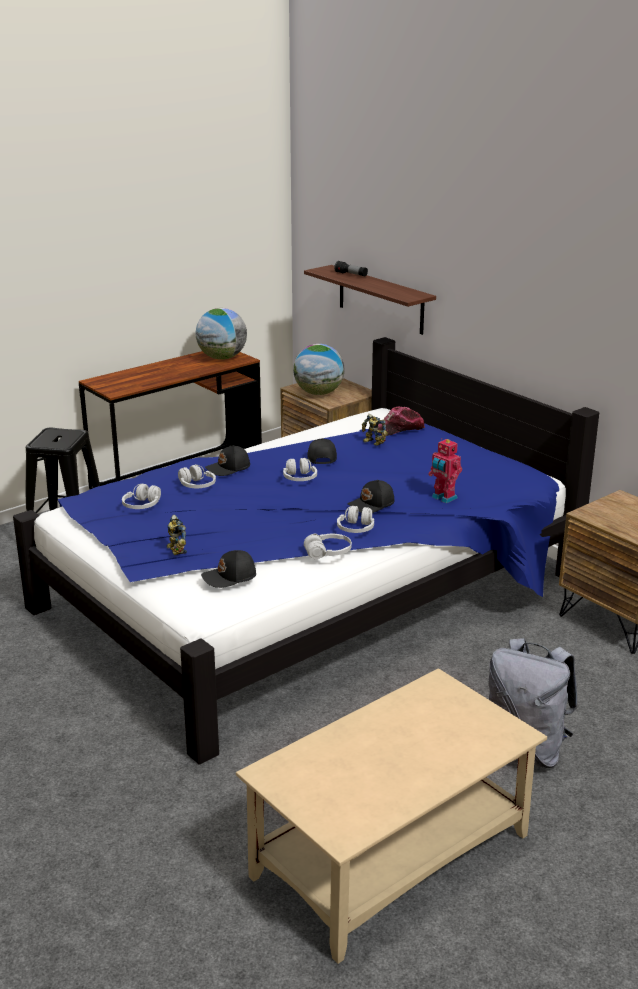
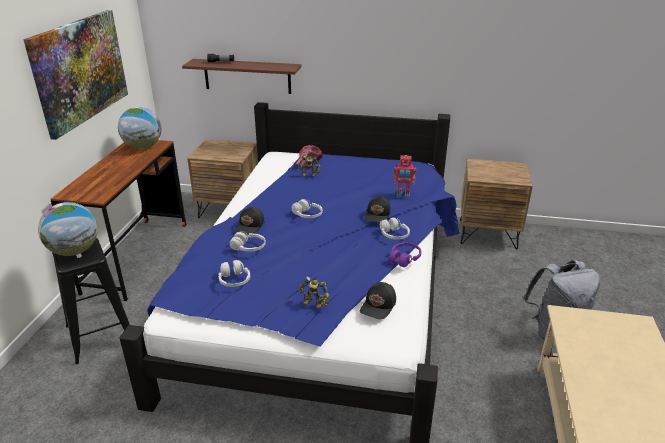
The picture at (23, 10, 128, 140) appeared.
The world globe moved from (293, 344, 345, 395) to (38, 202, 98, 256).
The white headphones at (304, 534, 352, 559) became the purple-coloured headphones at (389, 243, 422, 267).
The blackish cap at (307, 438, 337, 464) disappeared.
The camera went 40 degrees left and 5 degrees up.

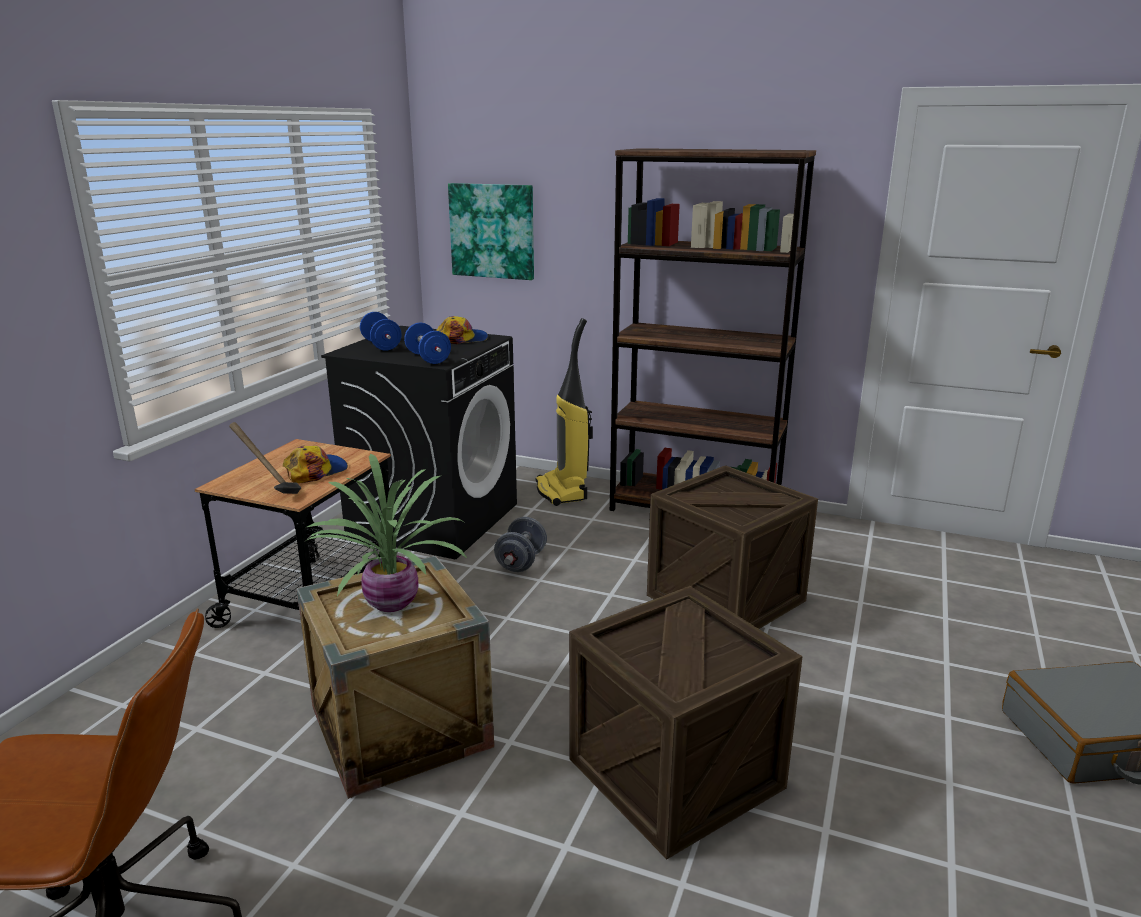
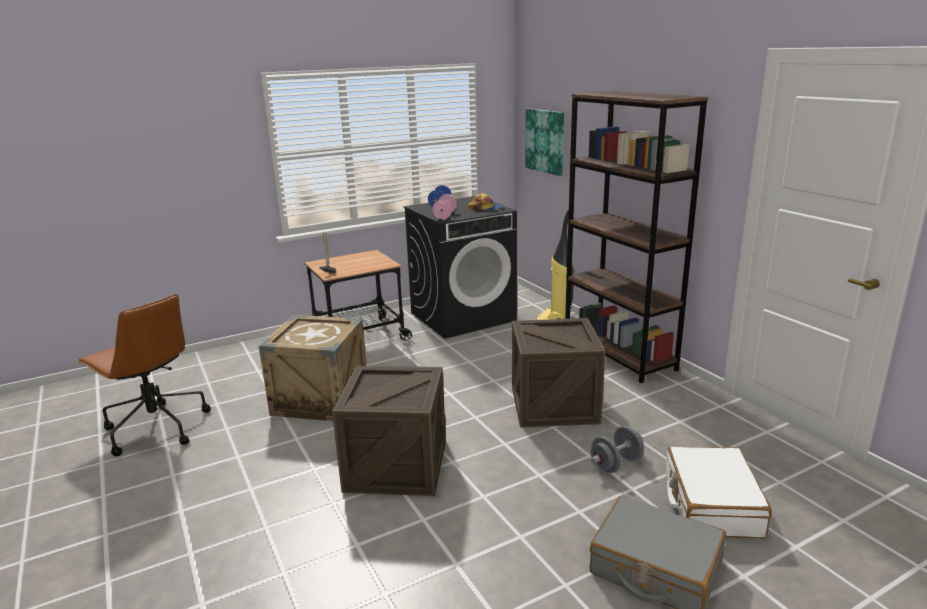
The blue-coloured free weight at (404, 323, 451, 364) became the pink free weight at (433, 194, 457, 219).
The gray free weight moved from (494, 517, 547, 572) to (591, 426, 644, 473).
The white piece of luggage at (666, 446, 772, 538) appeared.
The cap at (283, 446, 348, 483) disappeared.
The houseplant at (306, 453, 468, 612) disappeared.
The camera went 40 degrees right and 0 degrees up.

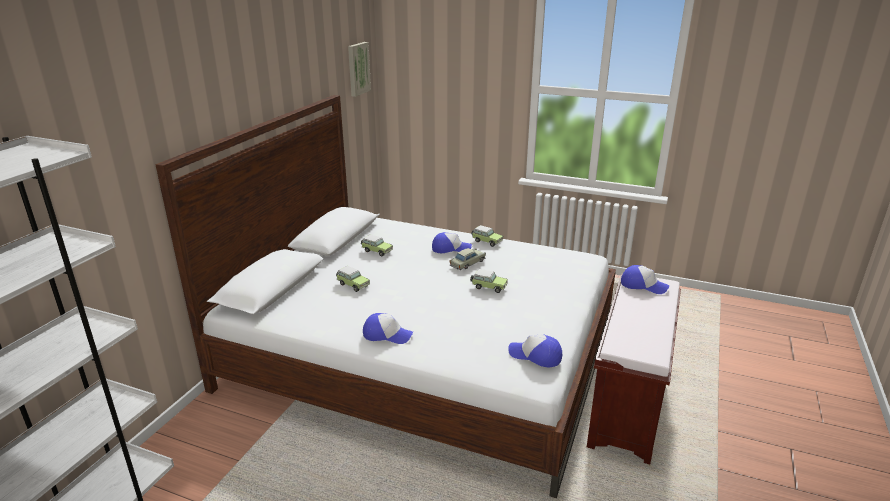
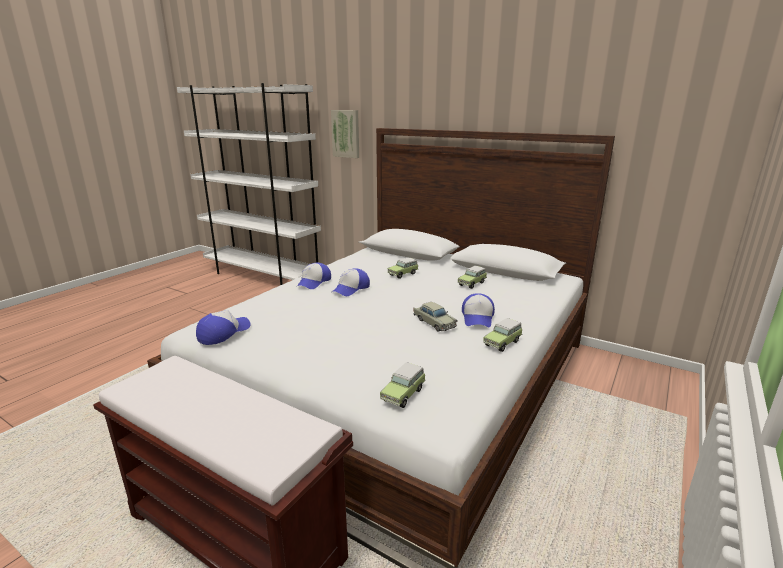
The picture moved from (348, 42, 371, 97) to (331, 110, 359, 158).
The cap moved from (621, 265, 669, 294) to (333, 268, 370, 296).
The toy car moved from (470, 269, 508, 293) to (380, 362, 426, 408).
The camera went 100 degrees right and 5 degrees down.

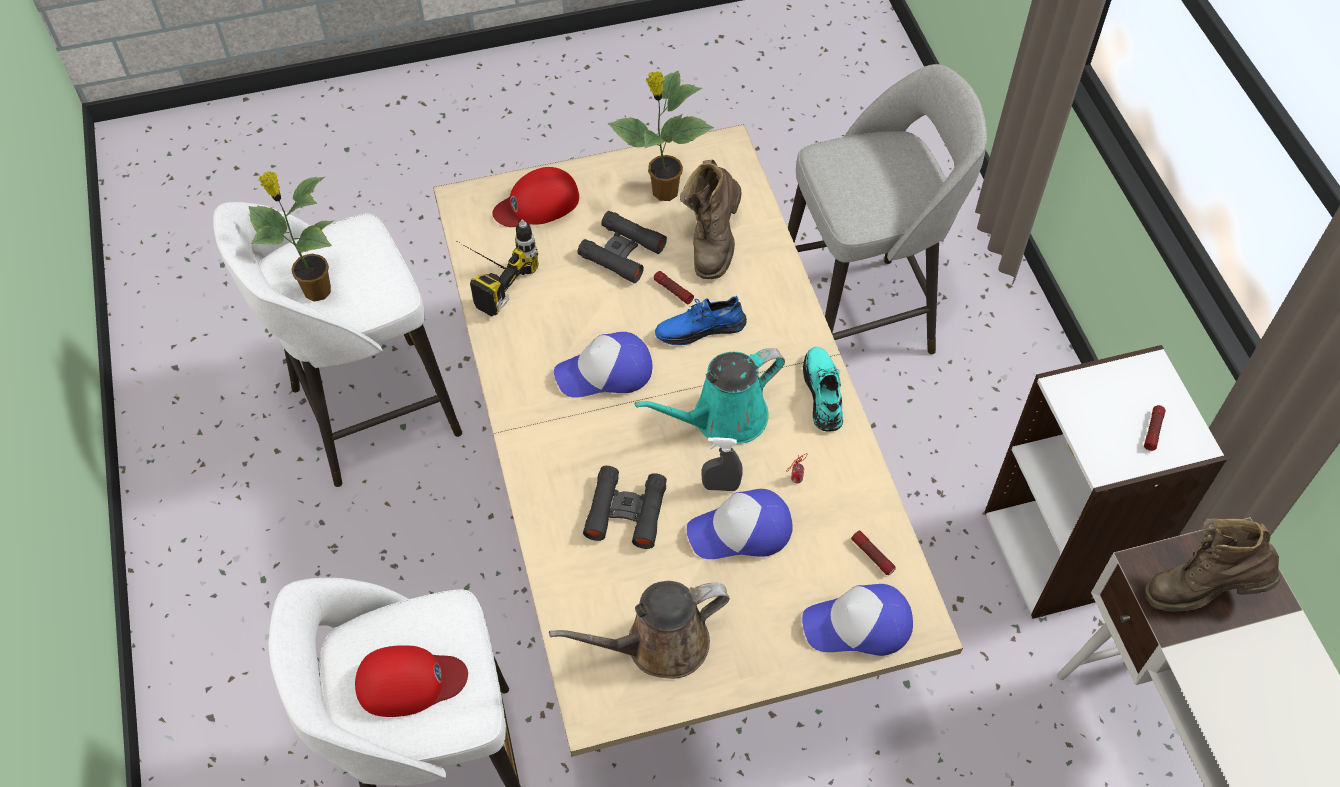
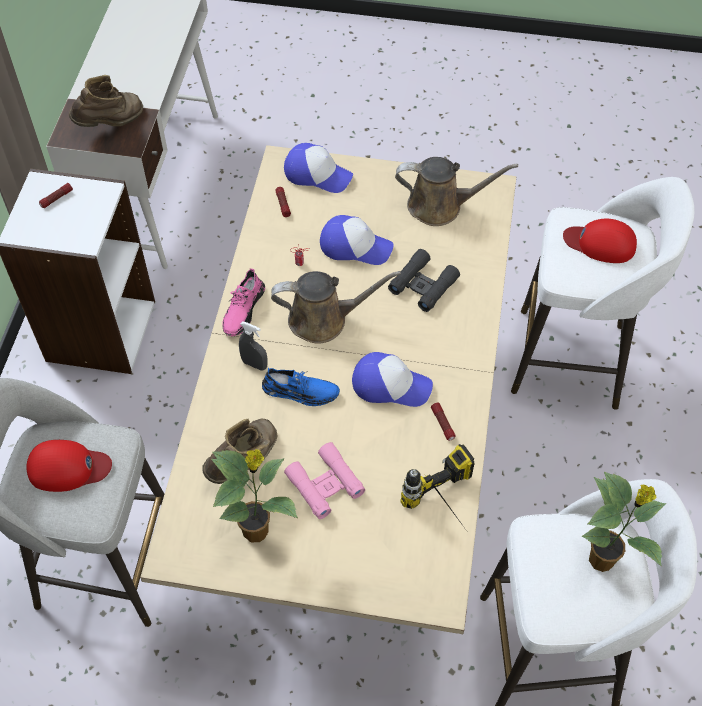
The red cap moved from (492, 167, 579, 227) to (26, 440, 112, 492).
The brown-coloured high-top boot at (1145, 518, 1280, 612) turned 60 degrees counterclockwise.
The turquoise shoe at (803, 347, 843, 432) became the pink shoe at (222, 268, 265, 337).
The gray hand sprayer moved from (701, 437, 742, 491) to (239, 321, 267, 371).
The turquoise watering can at (635, 348, 785, 444) became the brown-coloured watering can at (271, 271, 401, 344).
The blackish binoculars at (577, 211, 667, 283) became the pink binoculars at (284, 442, 365, 519).
The torch moved from (654, 271, 694, 304) to (431, 403, 456, 441).
The camera went 155 degrees left and 0 degrees up.

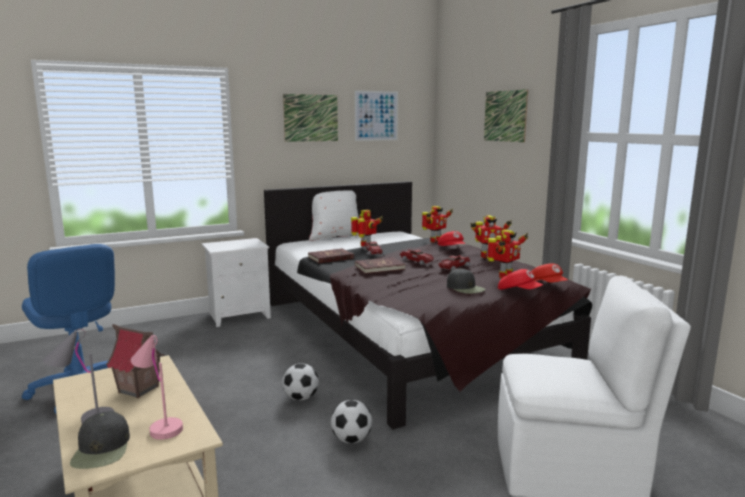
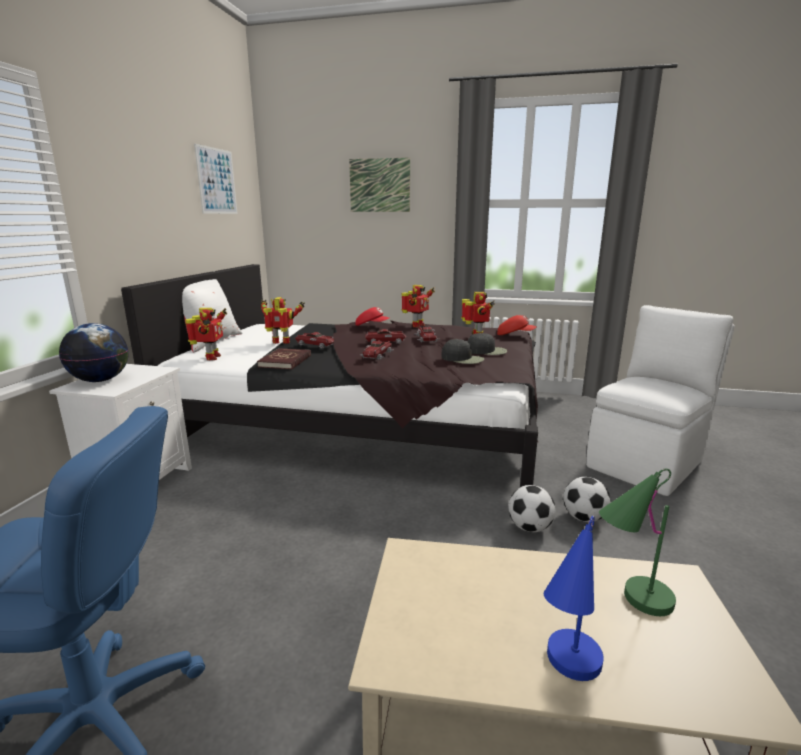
The world globe at (59, 323, 129, 382) appeared.
The toy robot moved from (422, 206, 453, 243) to (185, 307, 227, 360).
The red book at (355, 257, 406, 274) was replaced by the toy car at (361, 340, 393, 360).
The blackish cap moved from (70, 411, 130, 469) to (442, 339, 484, 364).
The gray tabletop lamp at (43, 328, 114, 424) became the blue-coloured tabletop lamp at (543, 516, 604, 681).
The ball for football moved from (282, 363, 319, 401) to (563, 477, 610, 522).
The pink tabletop lamp at (131, 335, 183, 440) became the green tabletop lamp at (599, 469, 676, 616).
The miniature house at (105, 324, 164, 398) disappeared.
The picture at (283, 94, 338, 142) disappeared.
The red cap at (498, 269, 543, 290) disappeared.
The camera went 50 degrees left and 5 degrees up.

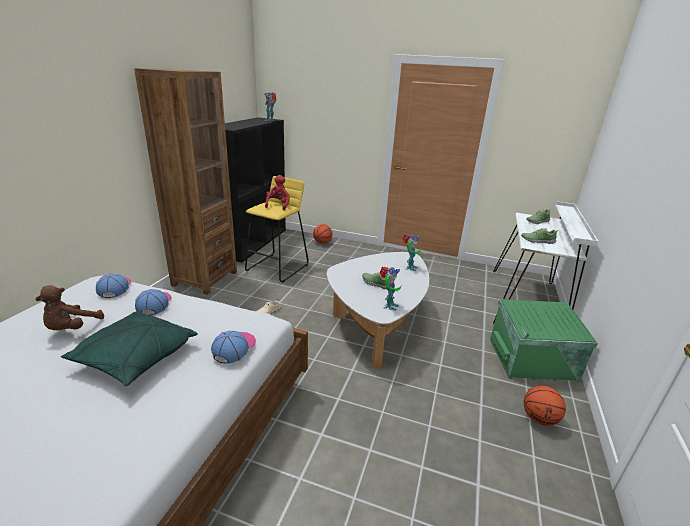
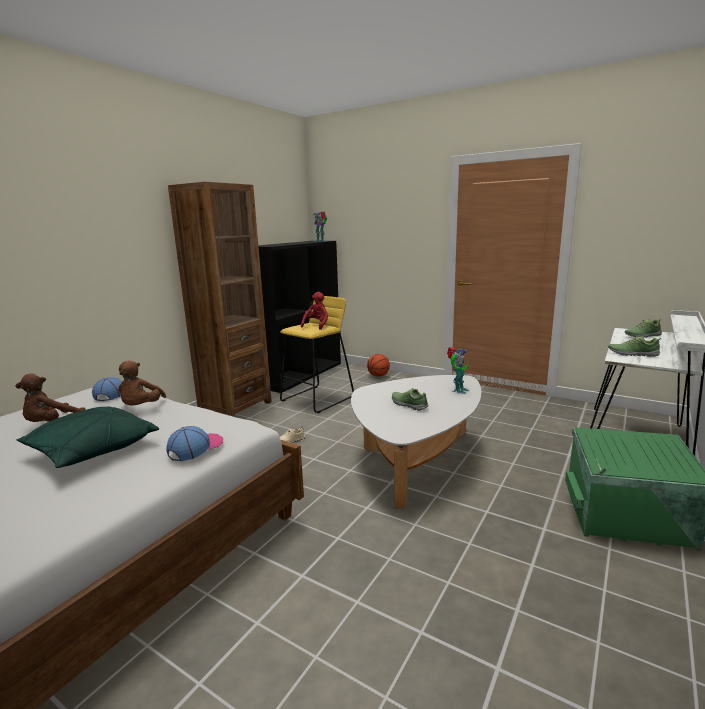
The cap at (135, 289, 172, 315) was replaced by the brown-coloured soft toy at (118, 360, 166, 406).
The toy robot at (380, 267, 402, 311) disappeared.
The basketball ball at (524, 386, 566, 426) disappeared.
The camera went 15 degrees right and 10 degrees down.

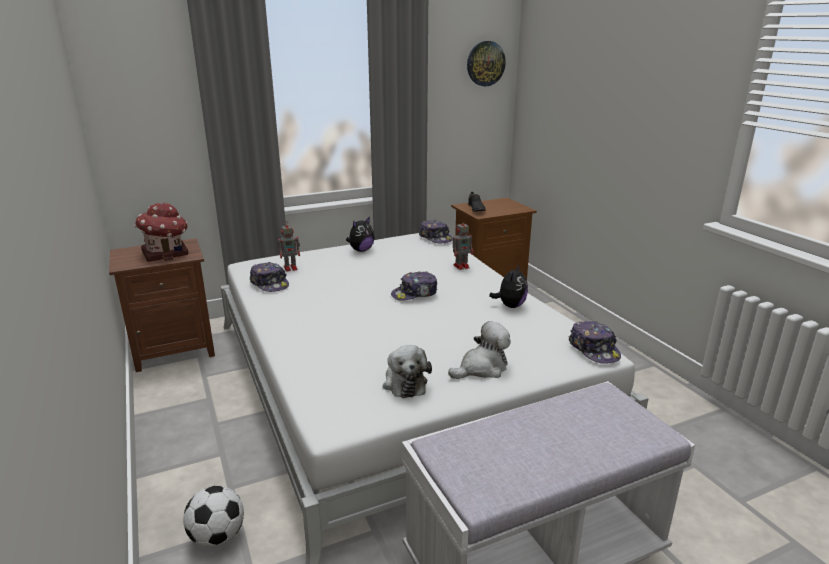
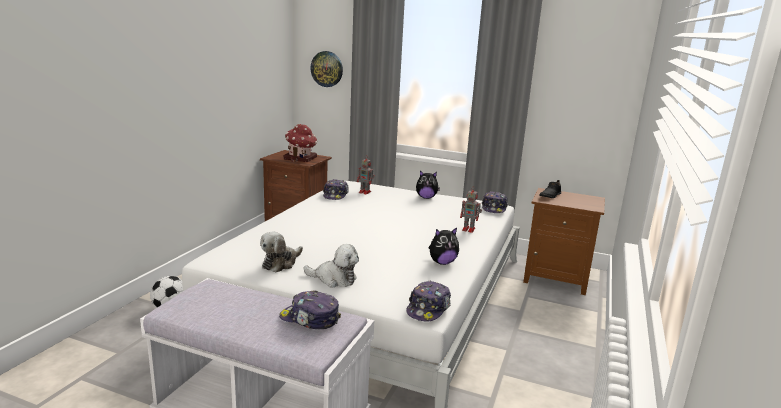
The cap moved from (391, 272, 437, 301) to (279, 291, 341, 329).
The hanging clock moved from (467, 41, 506, 86) to (310, 51, 343, 87).
The camera went 45 degrees right and 5 degrees down.

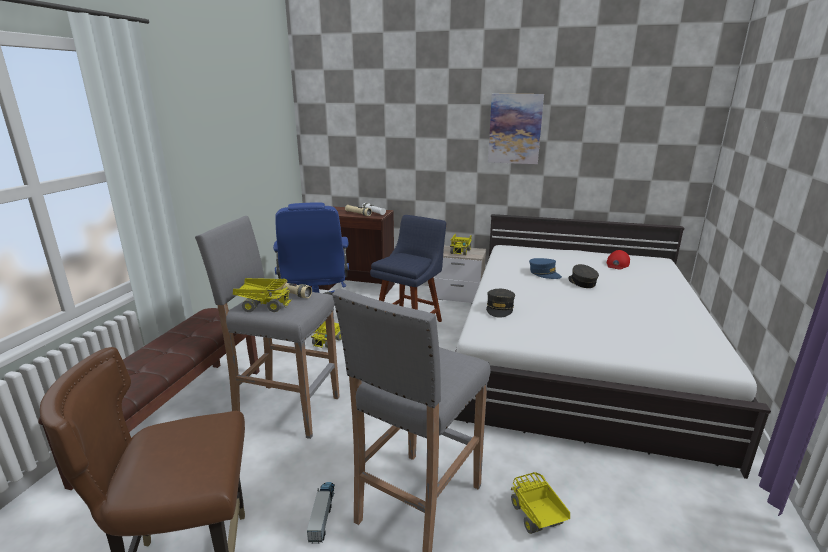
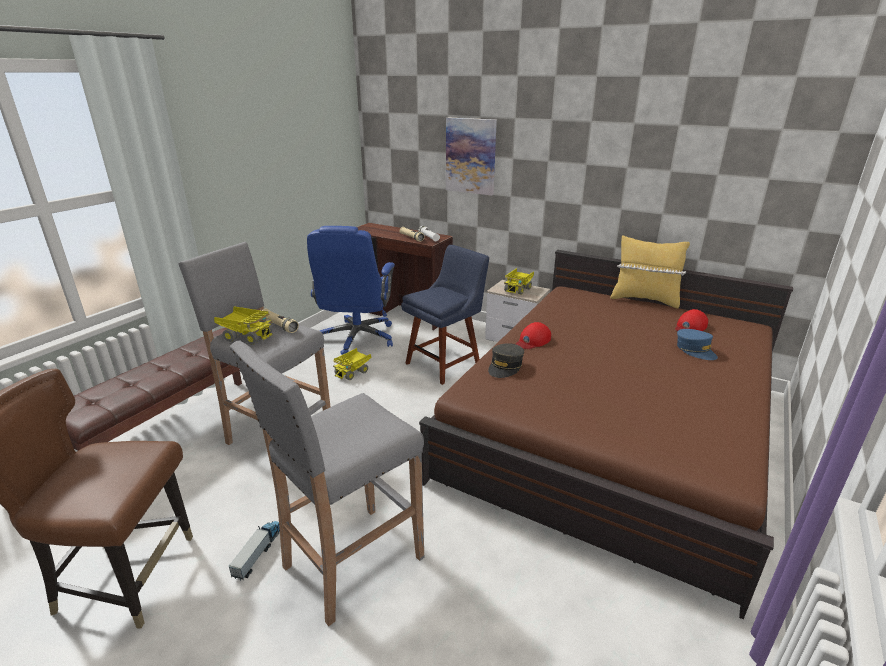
The white sleeping bed at (455, 214, 771, 479) became the brown-coloured sleeping bed at (419, 250, 793, 619).
The picture moved from (488, 94, 544, 164) to (446, 117, 497, 195).
The red cap at (516, 322, 551, 349) appeared.
The yellow-coloured throw pillow at (610, 235, 690, 309) appeared.
The blue-coloured cap moved from (529, 258, 562, 279) to (677, 329, 718, 360).
The toy lorry at (511, 472, 570, 534) disappeared.
The gray cap at (568, 264, 599, 288) disappeared.
The camera went 15 degrees right and 5 degrees up.

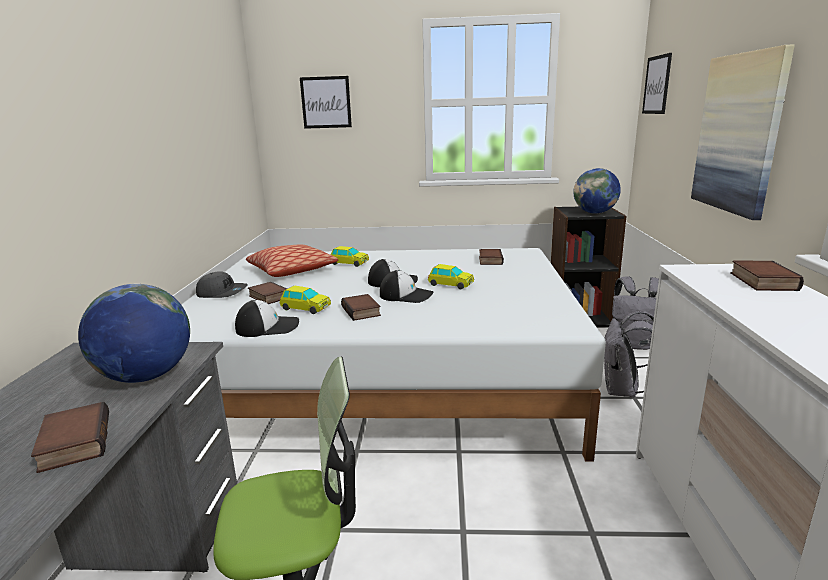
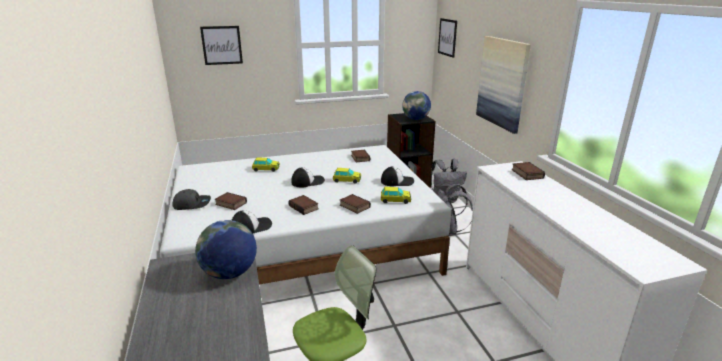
The book moved from (31, 402, 109, 473) to (340, 194, 371, 214).
The cap moved from (380, 270, 433, 303) to (381, 167, 414, 186).
The toy car moved from (280, 286, 331, 314) to (381, 187, 411, 204).
The throw pillow at (246, 244, 338, 277) disappeared.
The camera went 20 degrees left and 5 degrees up.

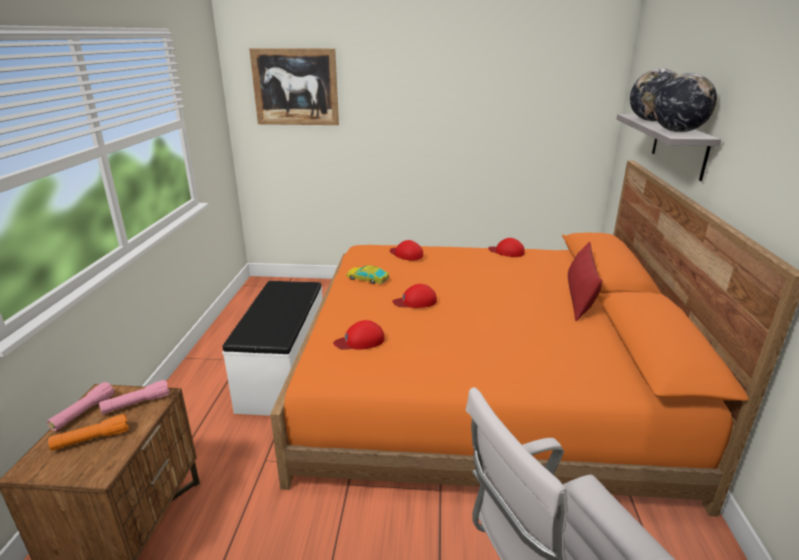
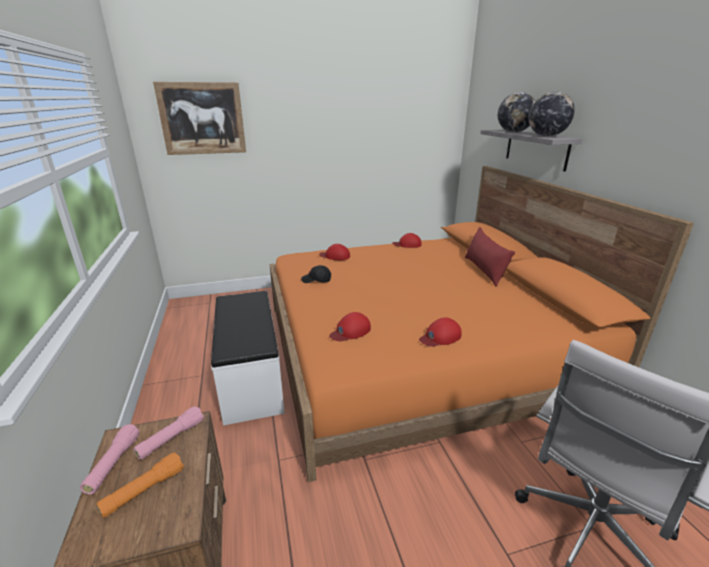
The toy car at (346, 265, 389, 284) was replaced by the blackish cap at (301, 265, 331, 283).
The red cap moved from (392, 284, 437, 308) to (419, 318, 462, 347).
The camera went 20 degrees left and 0 degrees up.

